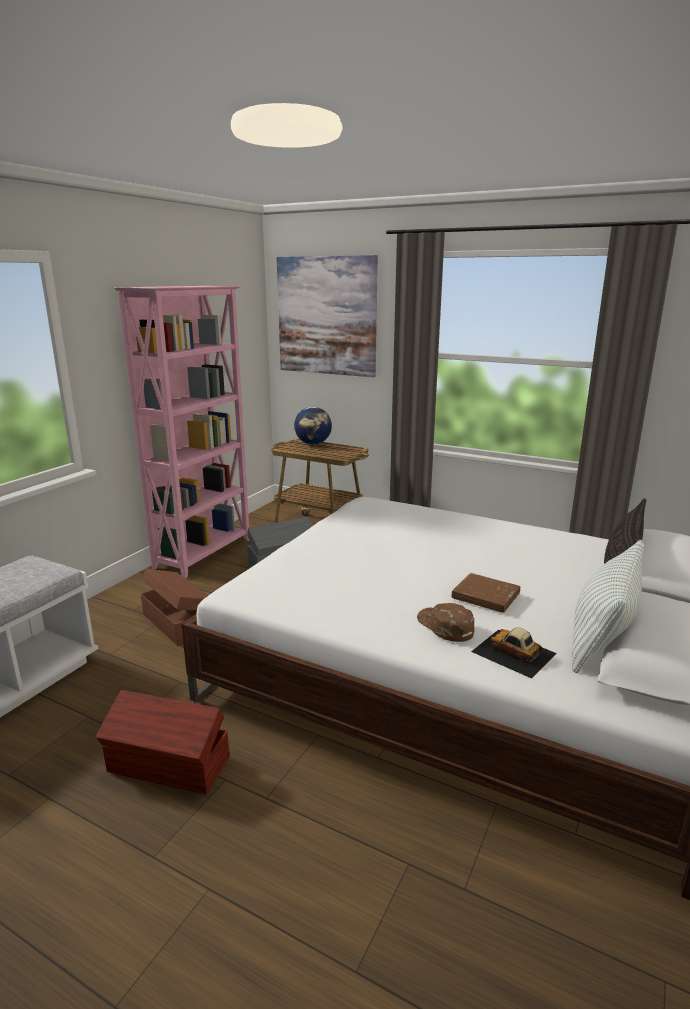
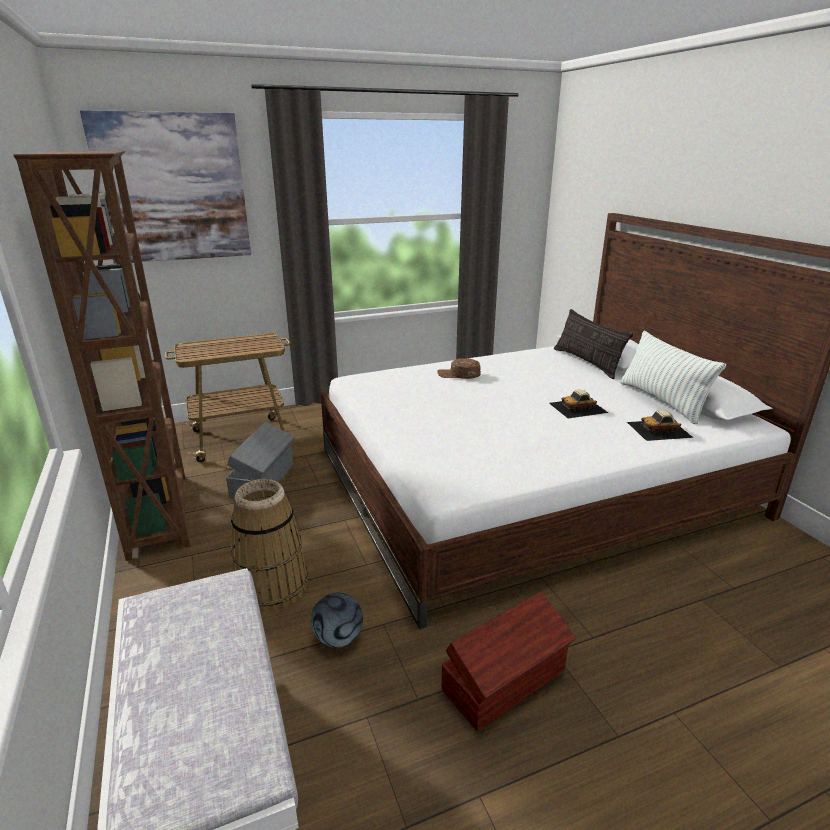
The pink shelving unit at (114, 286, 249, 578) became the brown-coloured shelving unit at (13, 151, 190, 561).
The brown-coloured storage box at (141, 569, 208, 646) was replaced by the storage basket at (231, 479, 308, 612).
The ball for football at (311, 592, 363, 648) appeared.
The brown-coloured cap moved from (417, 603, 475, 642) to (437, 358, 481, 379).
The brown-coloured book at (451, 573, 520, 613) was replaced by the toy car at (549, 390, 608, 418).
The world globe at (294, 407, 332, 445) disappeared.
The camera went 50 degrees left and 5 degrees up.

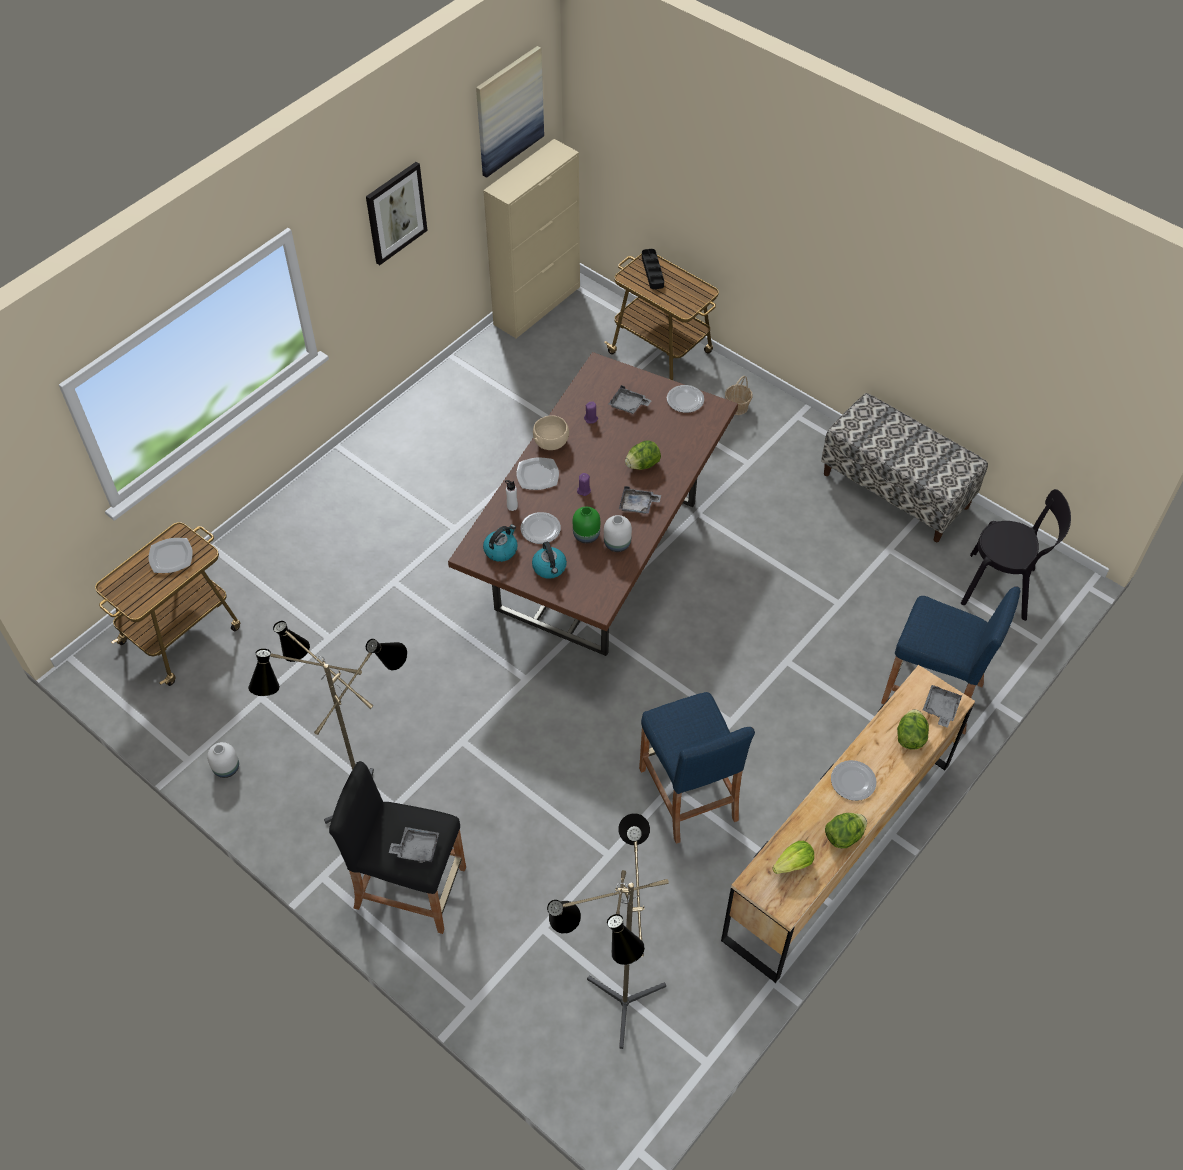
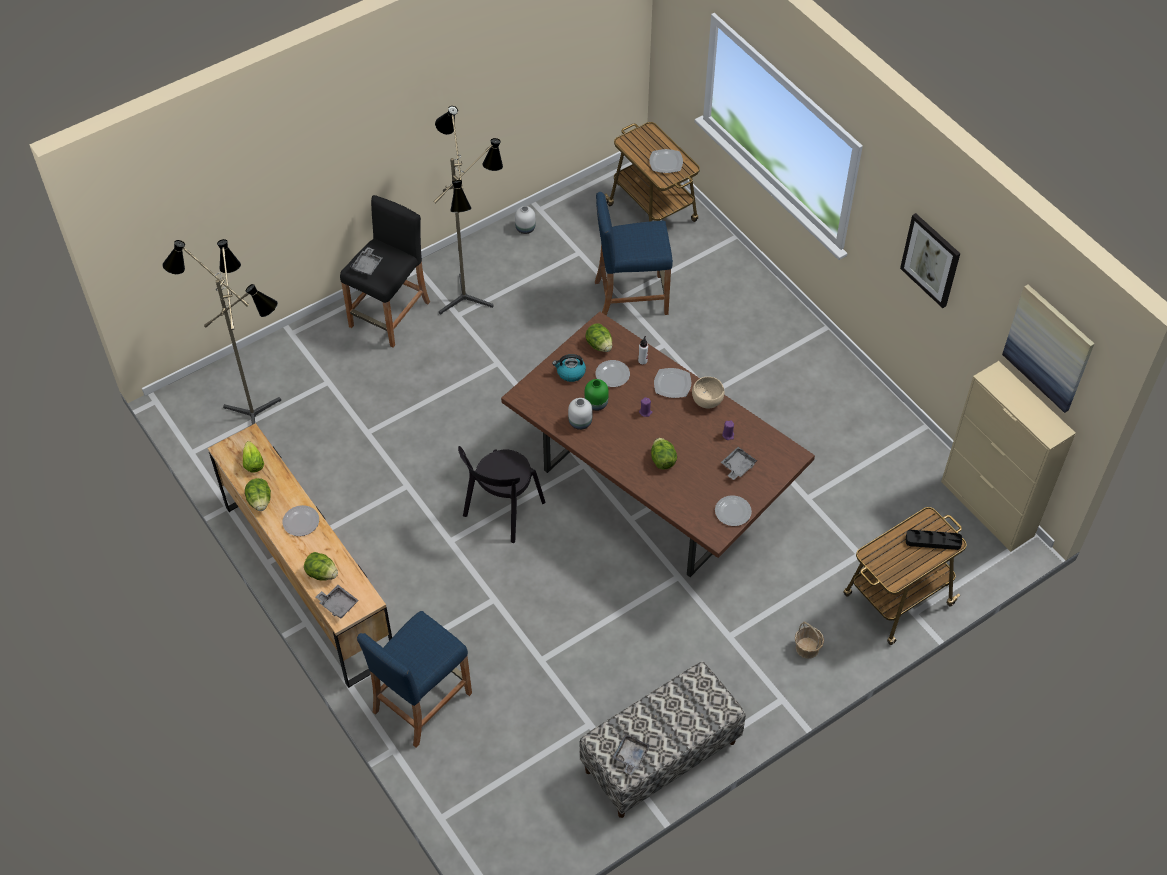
The blackish upright chair moved from (961, 489, 1071, 621) to (458, 446, 545, 543).
The kettle at (483, 525, 518, 562) was replaced by the lettuce head at (585, 323, 612, 352).
The blue-coloured stool moved from (639, 692, 755, 844) to (595, 192, 673, 316).
The gray tray moved from (619, 486, 661, 514) to (612, 734, 650, 775).
The camera went 105 degrees right and 0 degrees up.

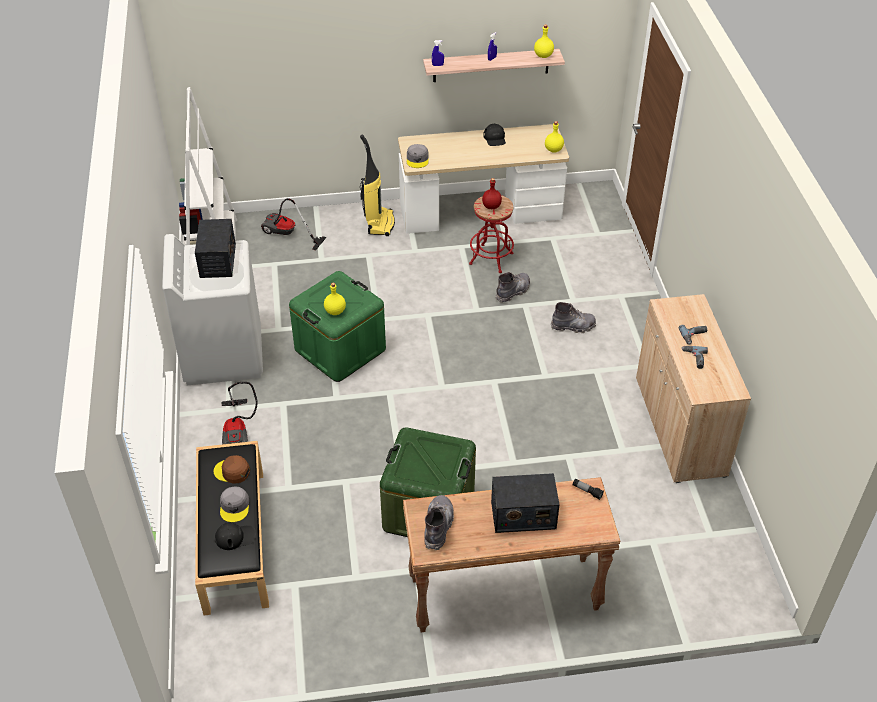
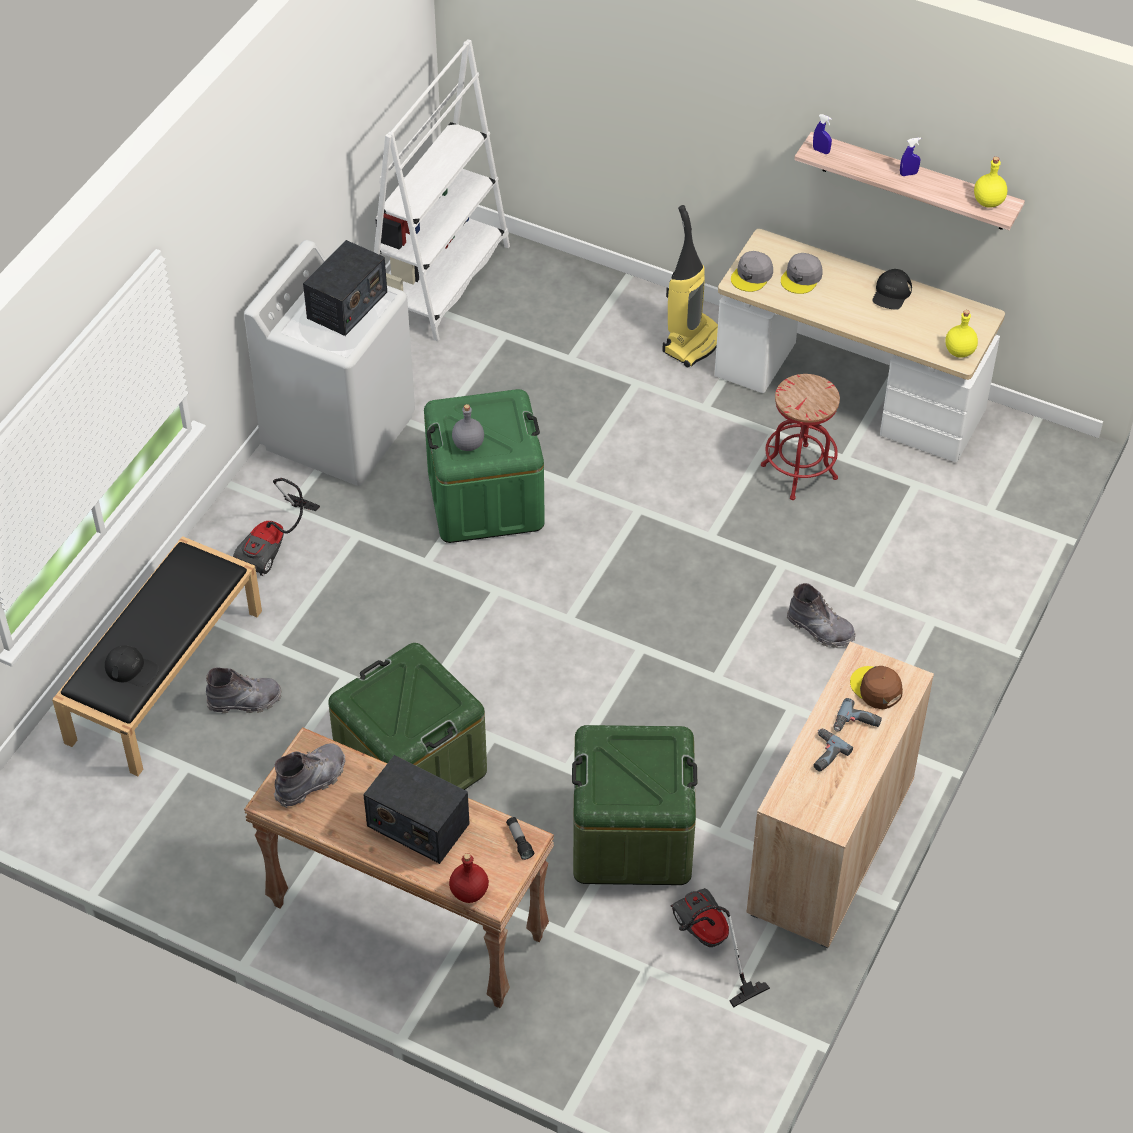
The gray high-top boot moved from (495, 272, 530, 303) to (206, 667, 281, 713).
The red bottle moved from (482, 178, 502, 209) to (449, 853, 489, 903).
The yellow-coloured bottle at (324, 283, 346, 315) became the gray bottle at (452, 404, 484, 451).
The green storage box at (572, 725, 697, 885) appeared.
The vacuum moved from (261, 198, 327, 251) to (671, 888, 770, 1008).
The gray cap moved from (220, 486, 249, 522) to (781, 253, 823, 294).
The brown-coloured cap moved from (213, 455, 250, 484) to (850, 666, 903, 709).
The camera went 35 degrees right and 5 degrees up.

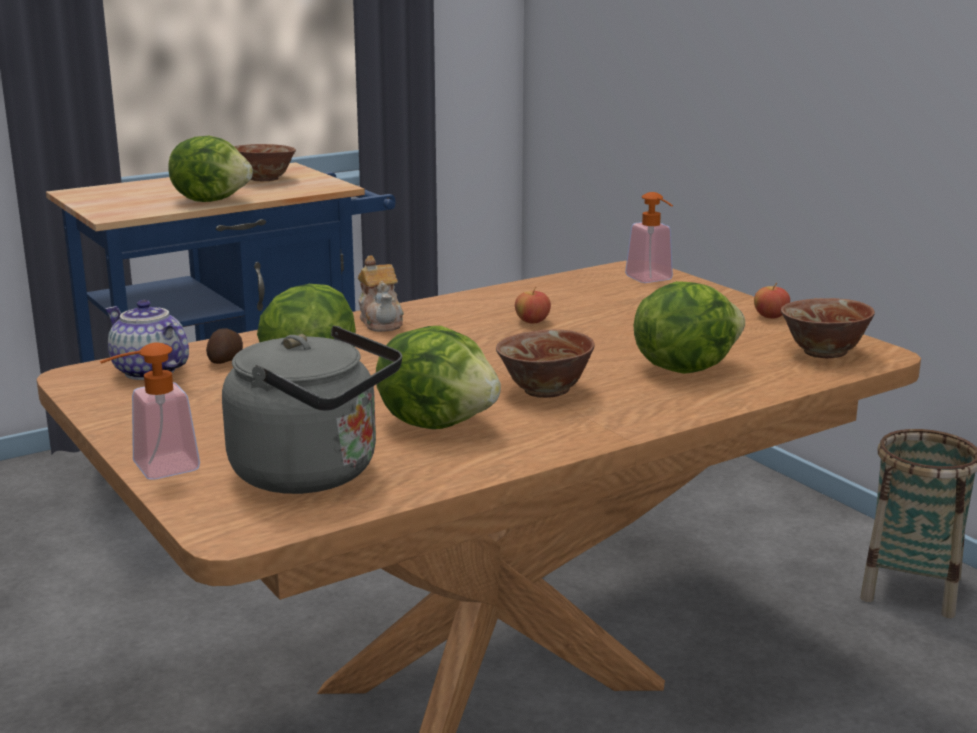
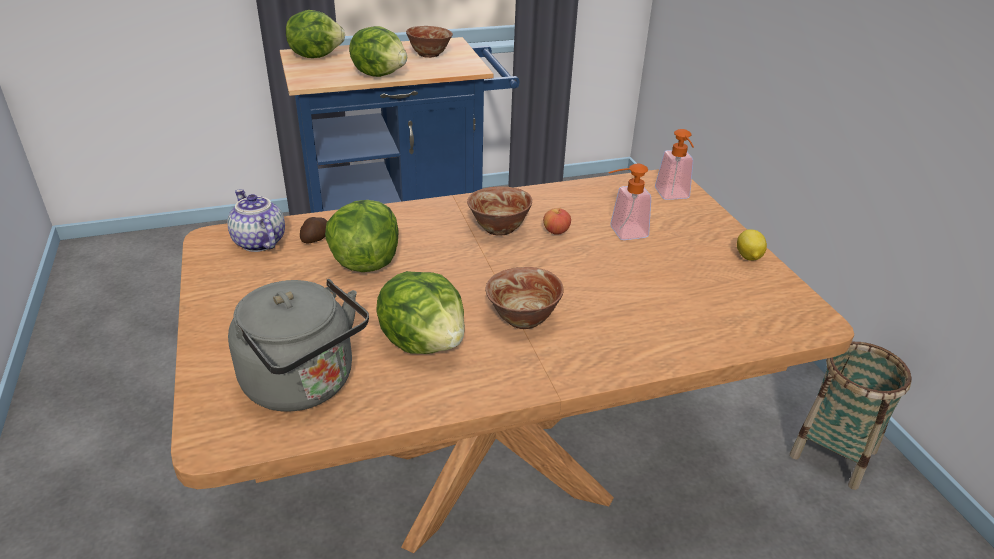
The lettuce head moved from (634, 281, 745, 374) to (286, 10, 345, 58).
The bowl moved from (781, 298, 875, 358) to (467, 186, 532, 236).
The liquid soap bottle moved from (100, 342, 200, 480) to (609, 164, 651, 240).
The apple fruit at (754, 283, 790, 318) was replaced by the whole lemon at (737, 229, 767, 261).
The teapot at (358, 255, 404, 332) disappeared.
The camera went 15 degrees right and 15 degrees up.

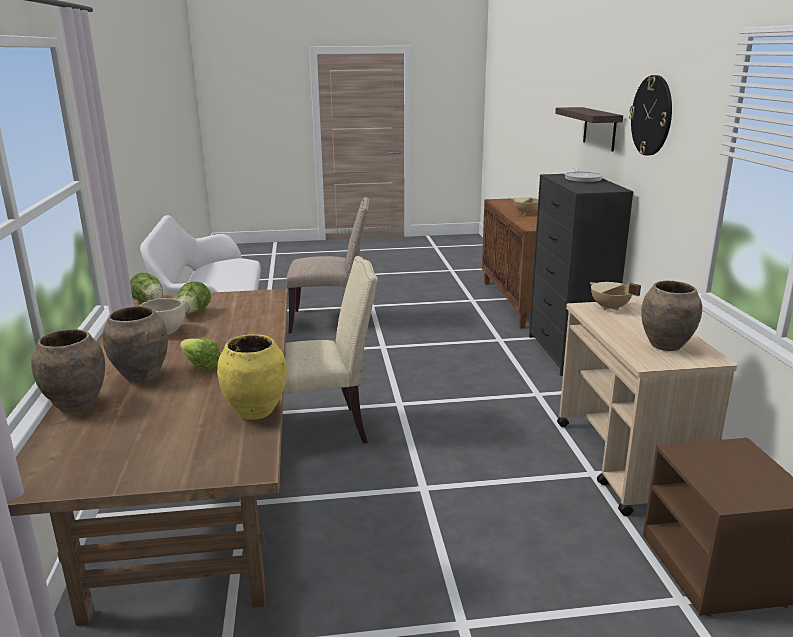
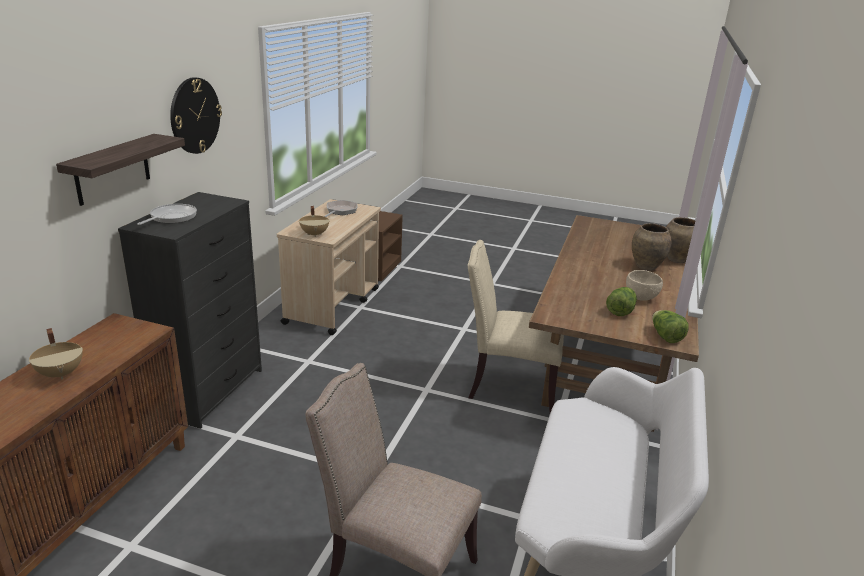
The brown-coloured vase at (641, 280, 702, 351) was replaced by the frying pan at (324, 200, 358, 217).
The lettuce head at (180, 338, 221, 371) disappeared.
The yellow-coloured vase at (217, 334, 287, 420) disappeared.
The camera went 155 degrees left and 5 degrees up.

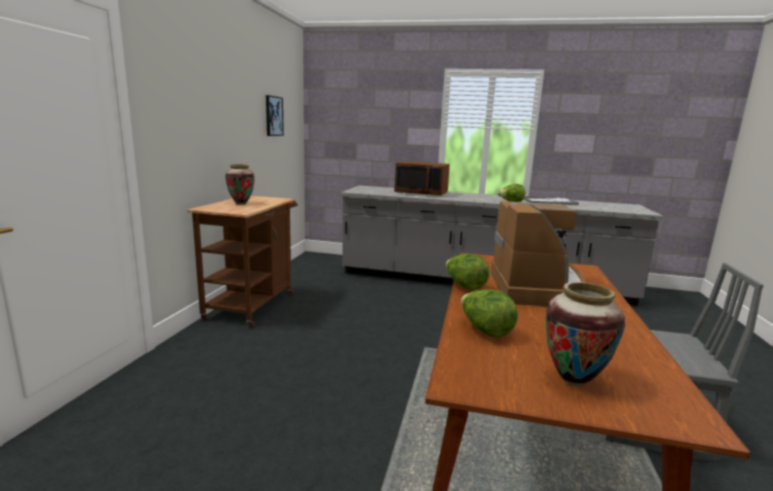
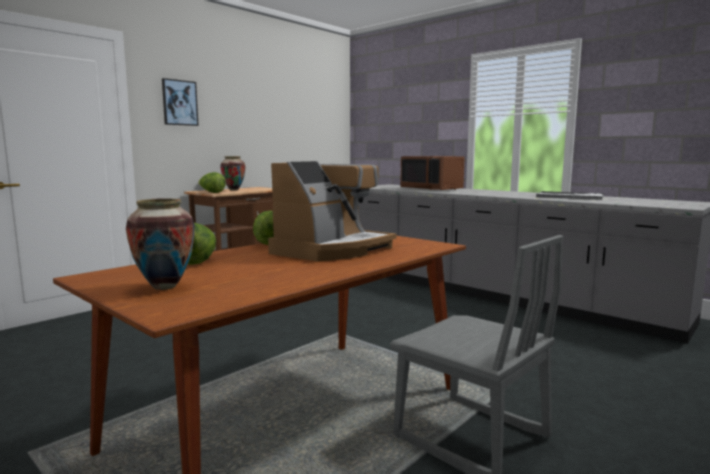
The picture moved from (266, 95, 284, 136) to (162, 78, 199, 126).
The lettuce head moved from (497, 184, 525, 202) to (198, 172, 226, 193).
The camera went 30 degrees right and 5 degrees down.

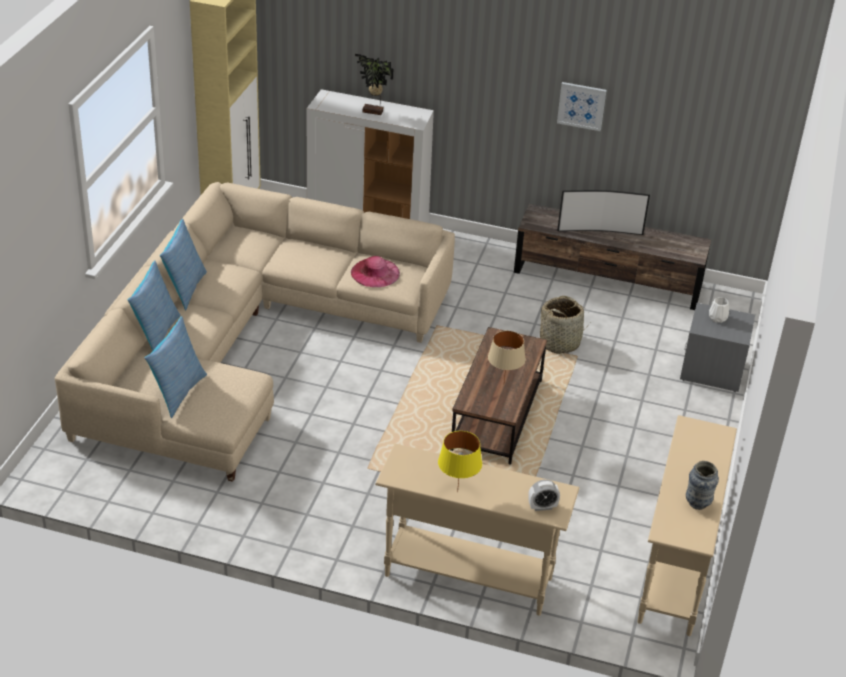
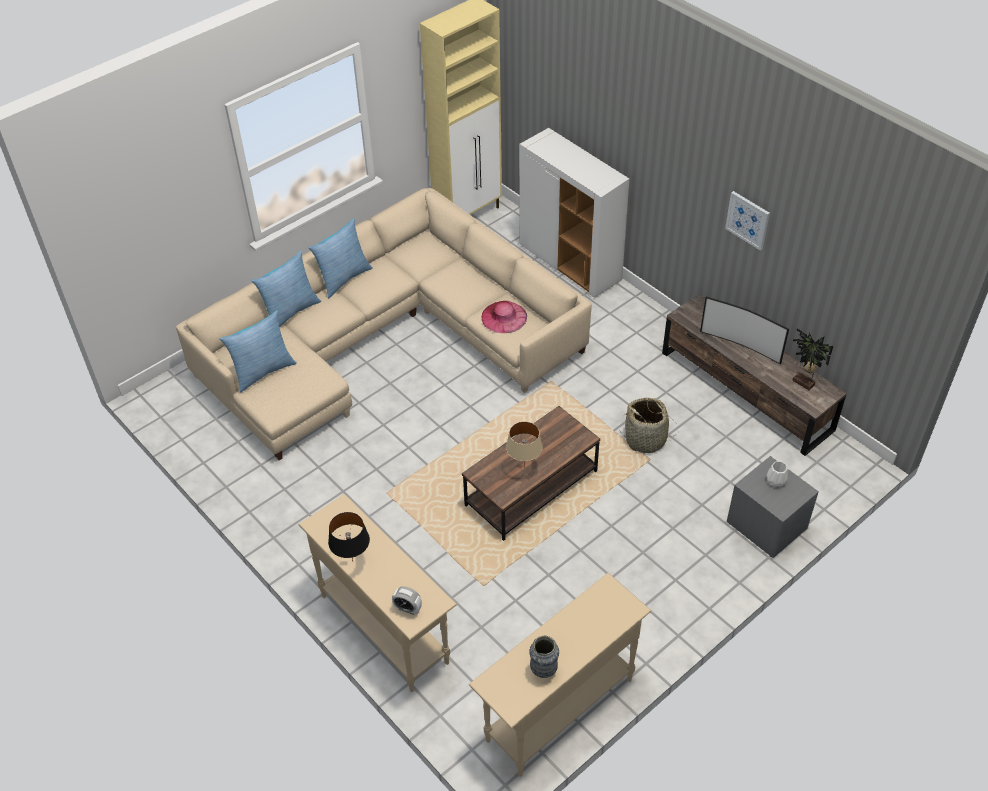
The yellow-coloured tabletop lamp at (438, 431, 482, 492) became the blackish tabletop lamp at (328, 512, 370, 561).
The houseplant moved from (355, 54, 393, 115) to (792, 329, 833, 390).
The camera went 35 degrees right and 10 degrees up.

